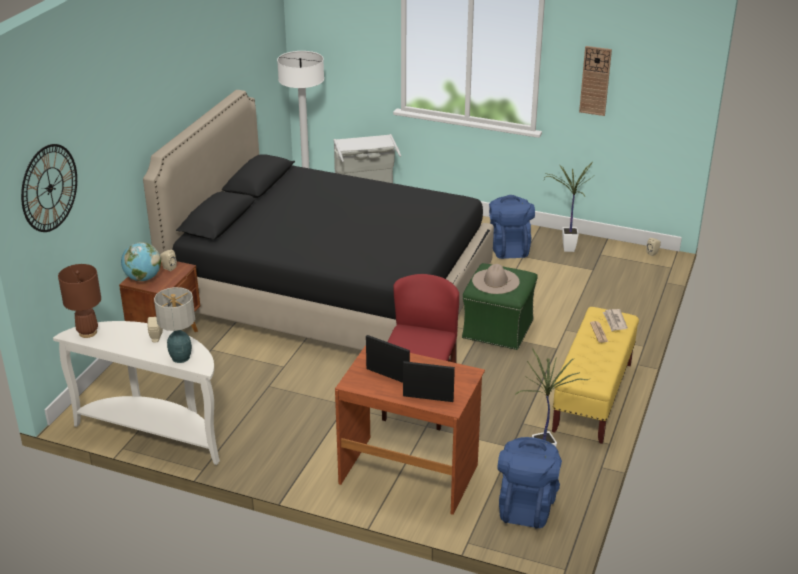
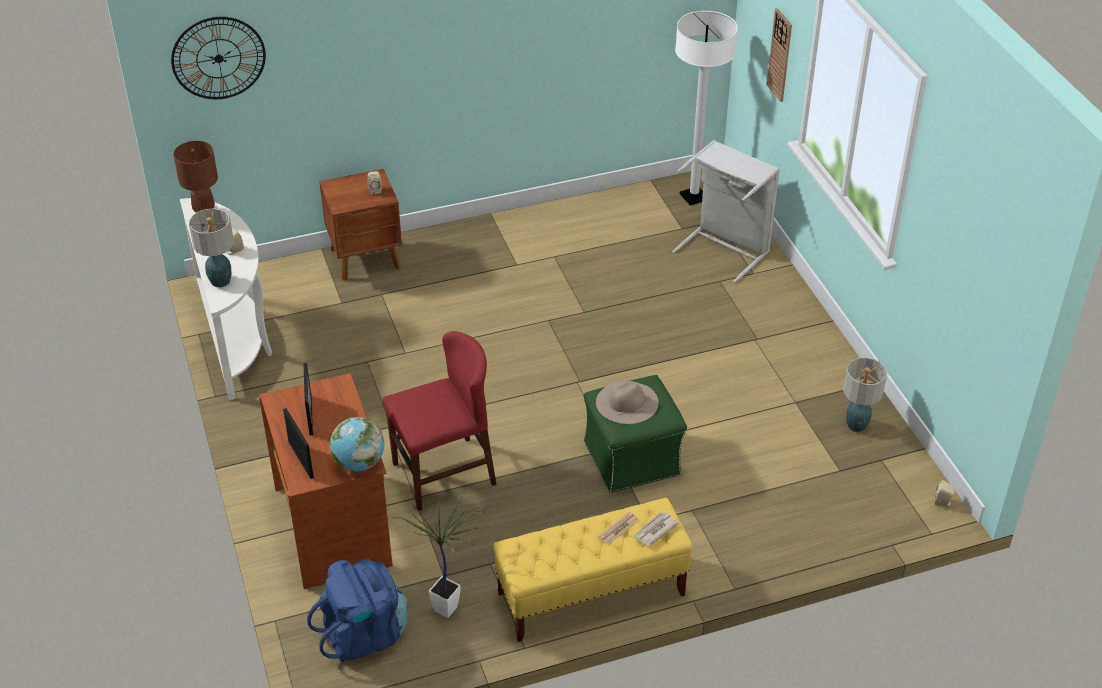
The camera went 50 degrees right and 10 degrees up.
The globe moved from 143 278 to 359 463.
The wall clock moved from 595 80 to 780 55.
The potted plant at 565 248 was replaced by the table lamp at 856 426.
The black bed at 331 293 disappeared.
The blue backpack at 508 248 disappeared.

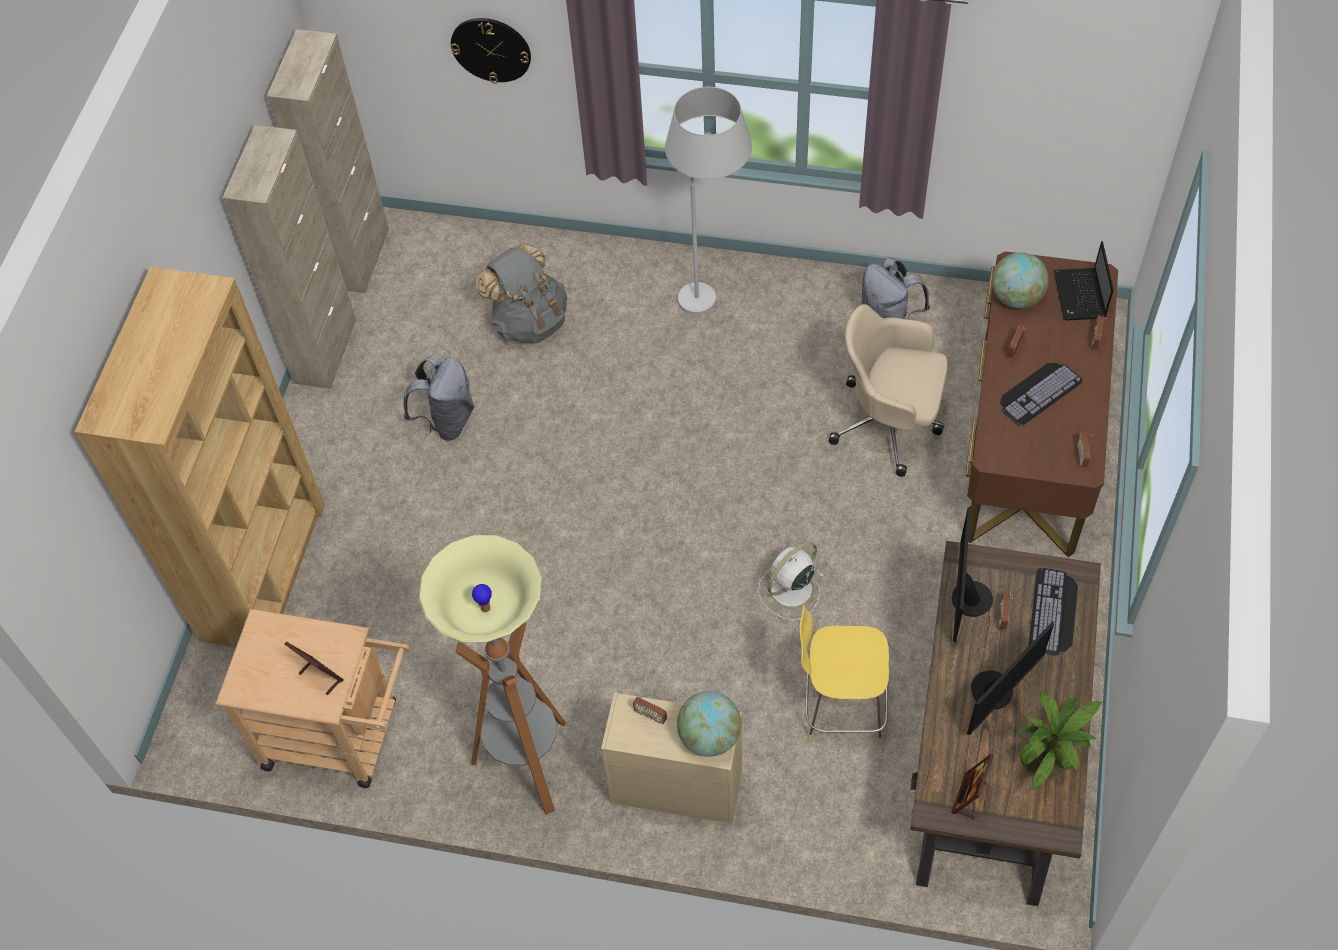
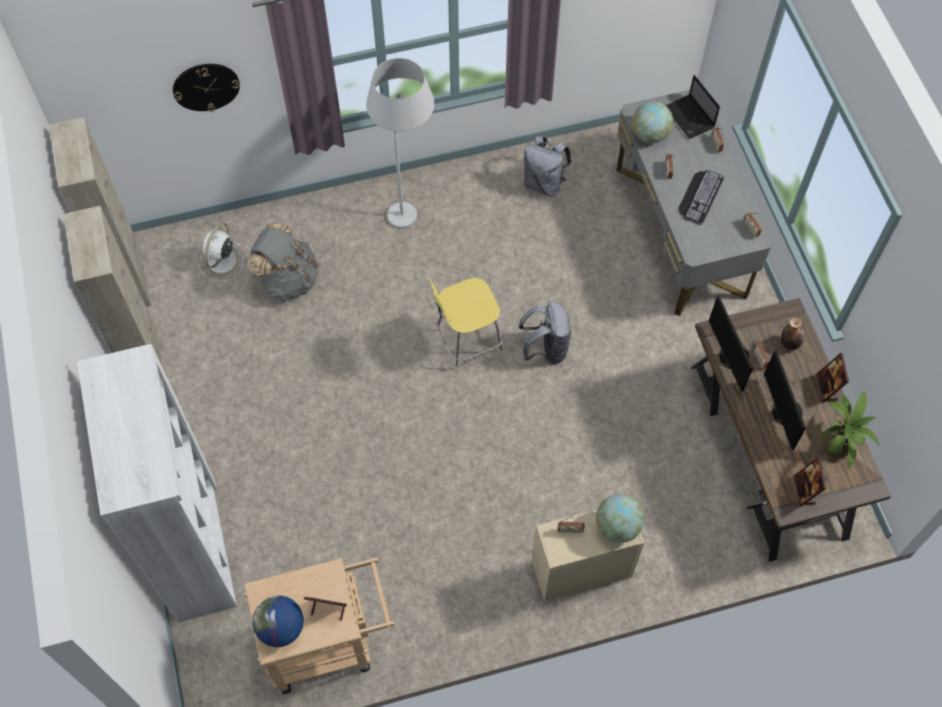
The camera went 30 degrees left and 5 degrees up.
The brown bookcase at 263 571 became the white bookcase at 196 548.
The white fan moved from 789 590 to 221 262.
The globe at 281 628 appeared.
The yellow stool moved from 841 707 to 466 342.
The grey backpack moved from 447 420 to 545 349.
The brown desk at 1028 443 became the grey desk at 680 231.
The monitor at 996 693 turned 150 degrees clockwise.
The keyboard at 1054 613 was replaced by the bottle at 789 343.
The picture frame at 827 387 appeared.
The floor lamp at 528 764 disappeared.
The beige office chair at 889 423 disappeared.

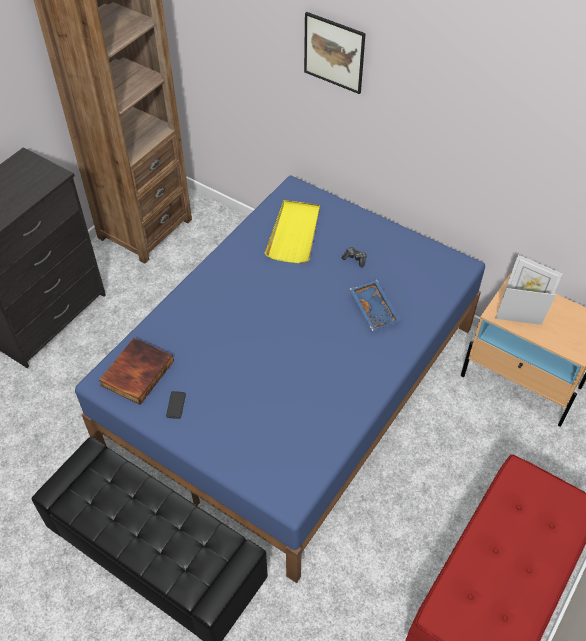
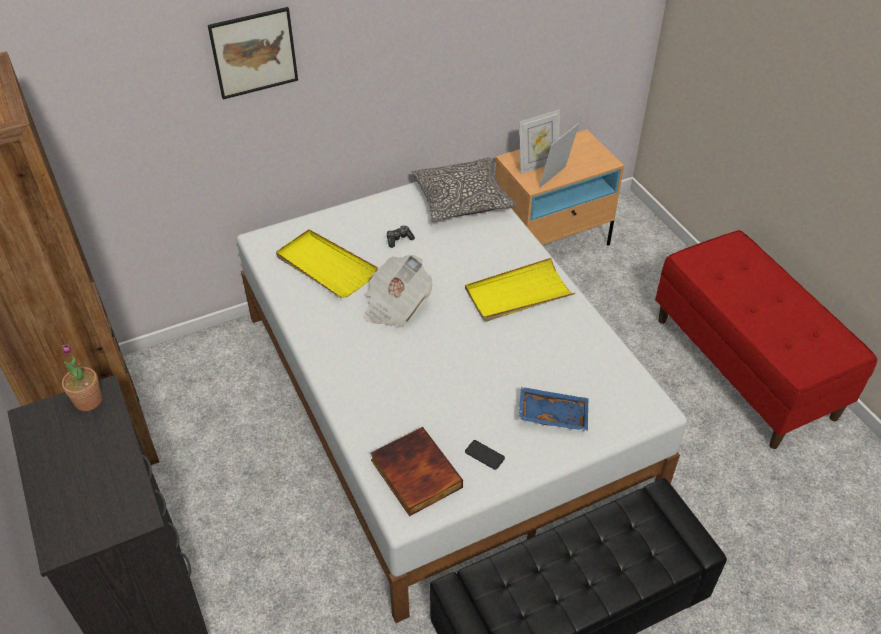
The camera went 60 degrees left and 5 degrees down.
The potted plant at 88 400 appeared.
The blue bed at 293 386 became the white bed at 441 401.
The newspaper at 395 305 appeared.
The pillow at 462 199 appeared.
The yellow tray at 518 294 appeared.
The blue tray moved from 375 309 to 553 414.

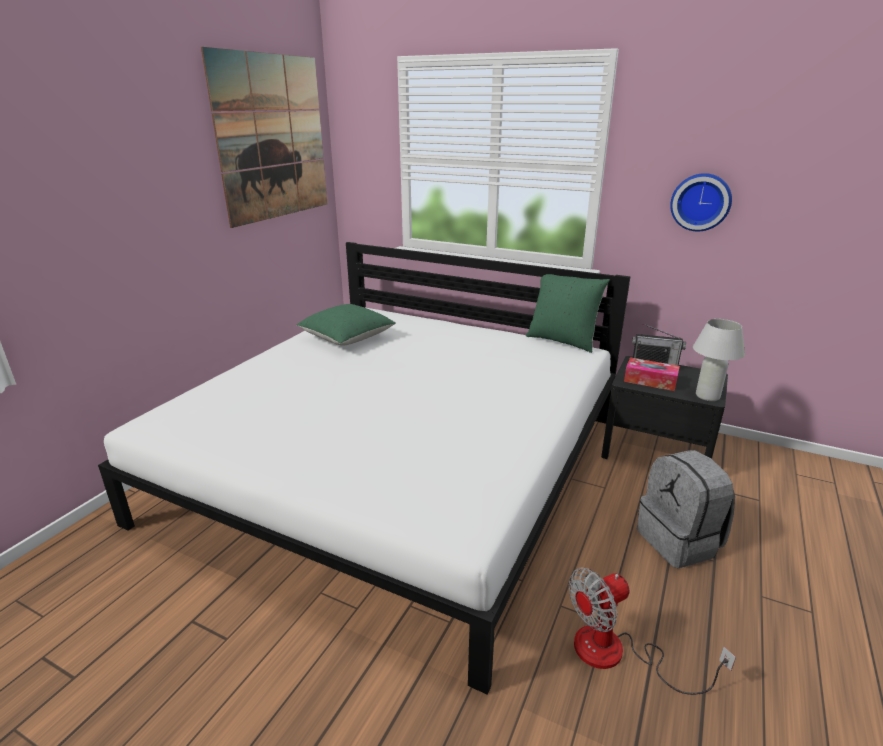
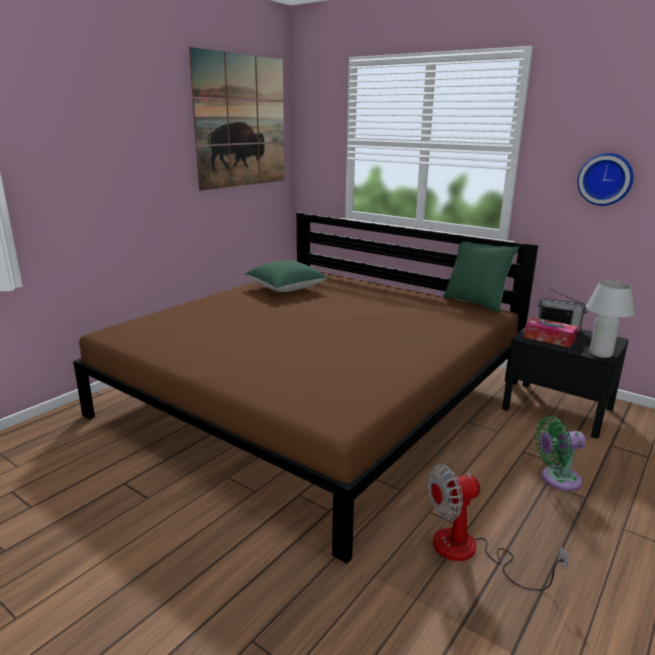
The camera went 10 degrees right and 5 degrees down.
The white bed at 398 466 became the brown bed at 315 397.
The grey backpack at 679 541 was replaced by the green fan at 556 479.

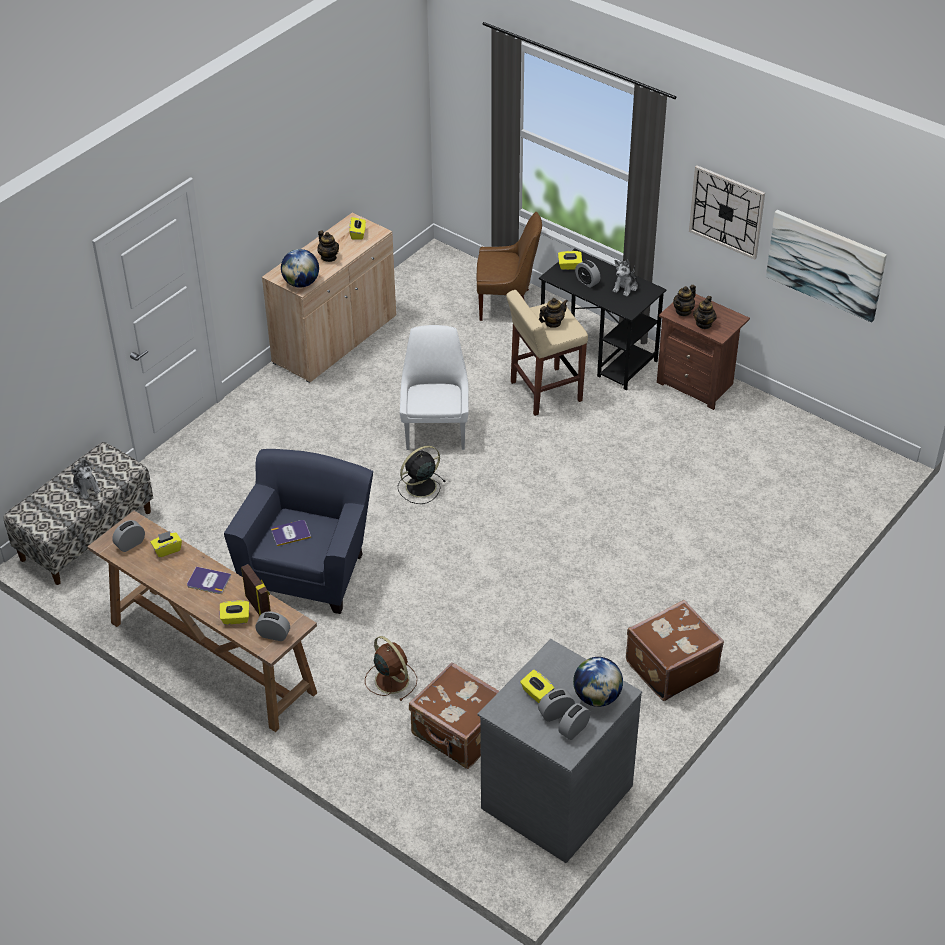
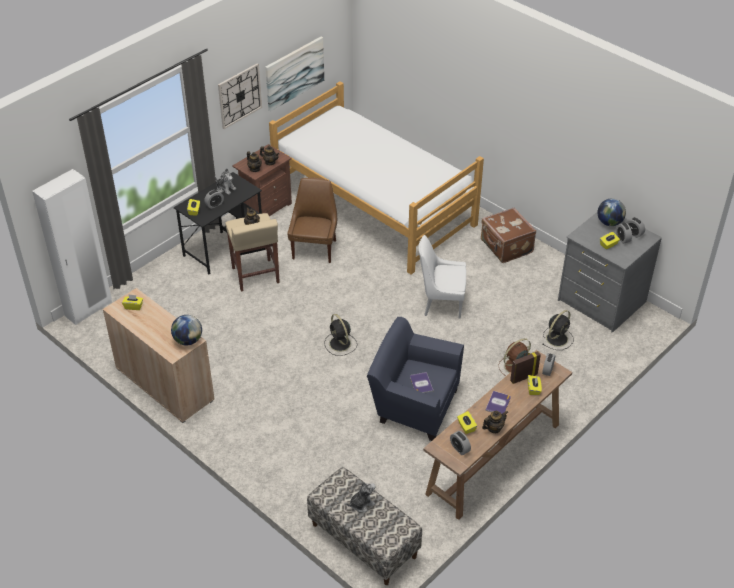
The camera went 85 degrees left and 0 degrees up.
The white wardrobe at 89 309 appeared.
The bed at 374 206 appeared.
The brown chair moved from 507 305 to 315 248.
The white chair moved from 436 430 to 441 303.
The teapot moved from 329 257 to 494 428.
The brown suitcase at 459 734 was replaced by the black fan at 557 338.

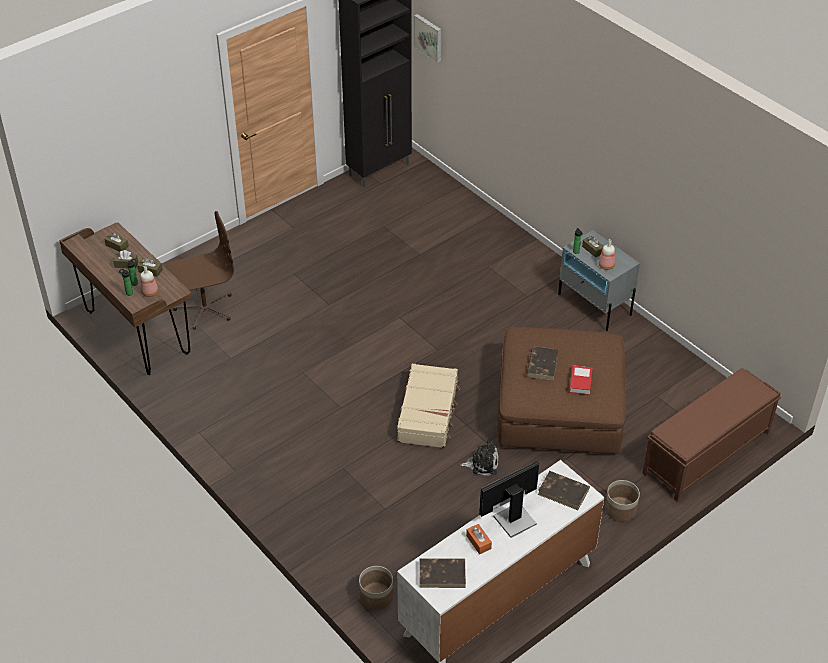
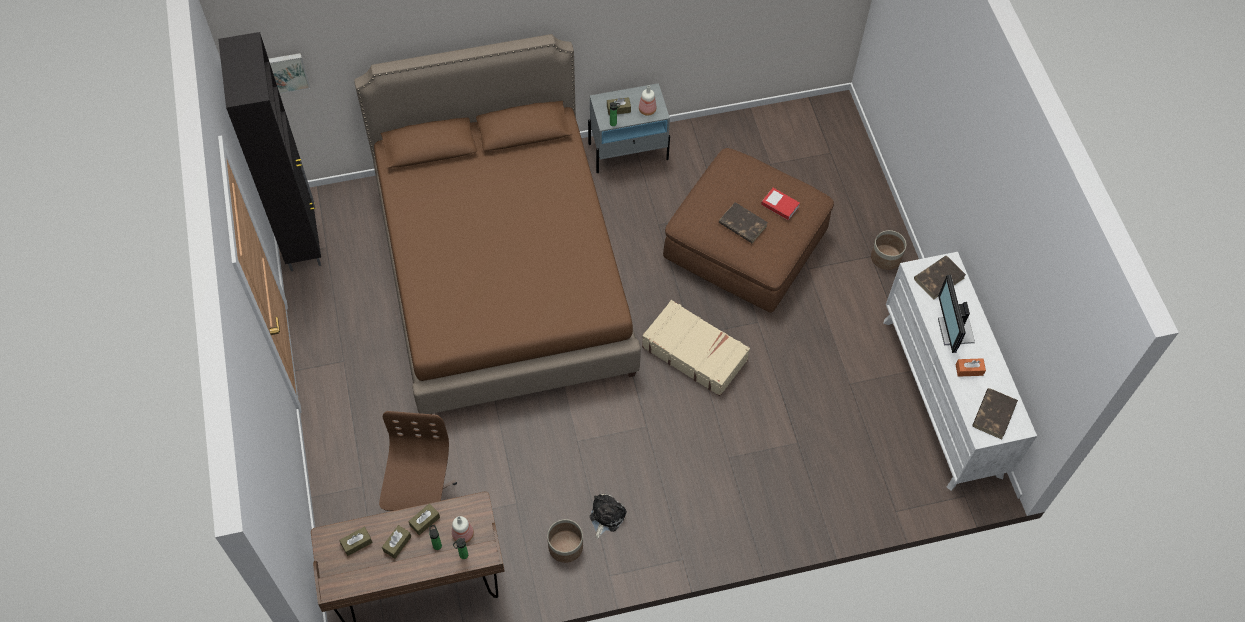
The camera went 65 degrees left and 15 degrees up.
The brown bed at 502 274 appeared.
The planter moved from 376 596 to 566 546.
The plush toy moved from 482 463 to 606 516.
The brown bench at 705 453 disappeared.

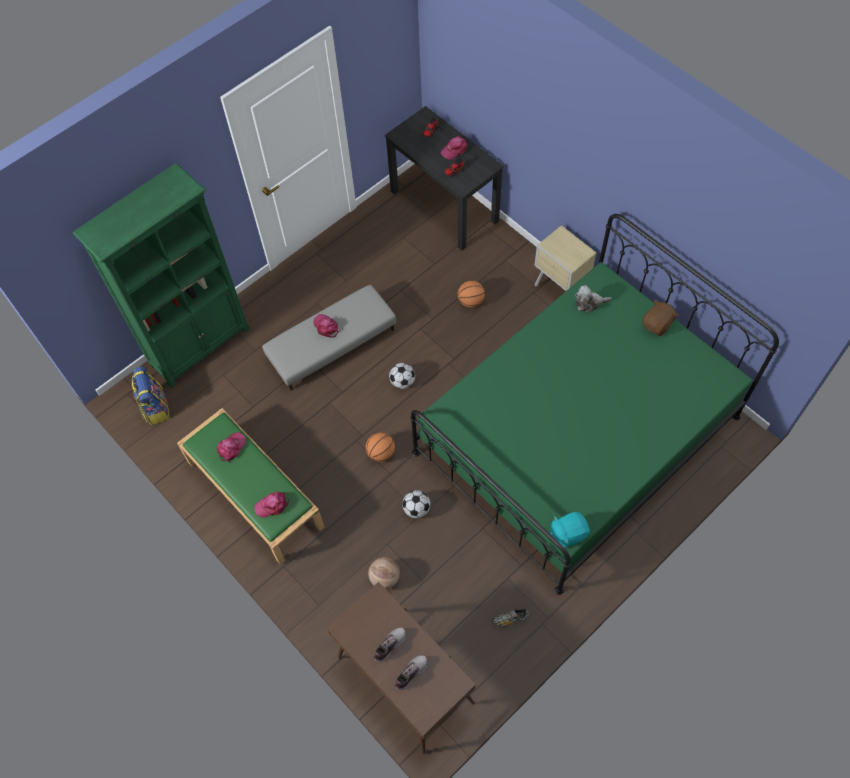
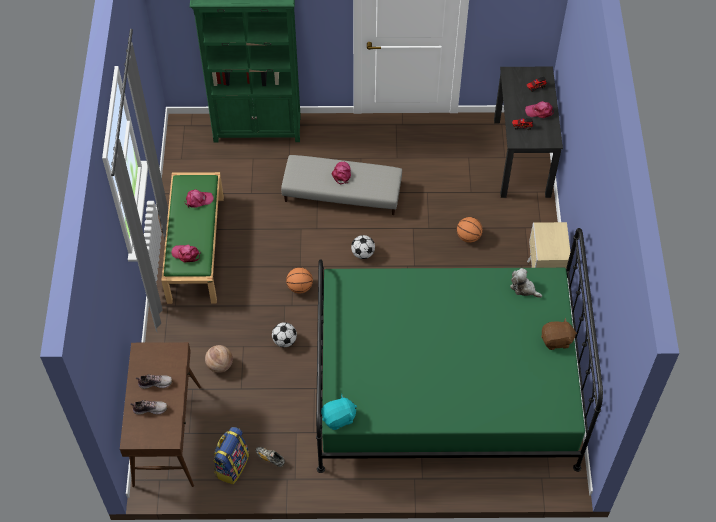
The camera went 40 degrees right and 5 degrees down.
The backpack moved from 155 407 to 231 465.
The turquoise plush toy at 567 534 turned 135 degrees clockwise.

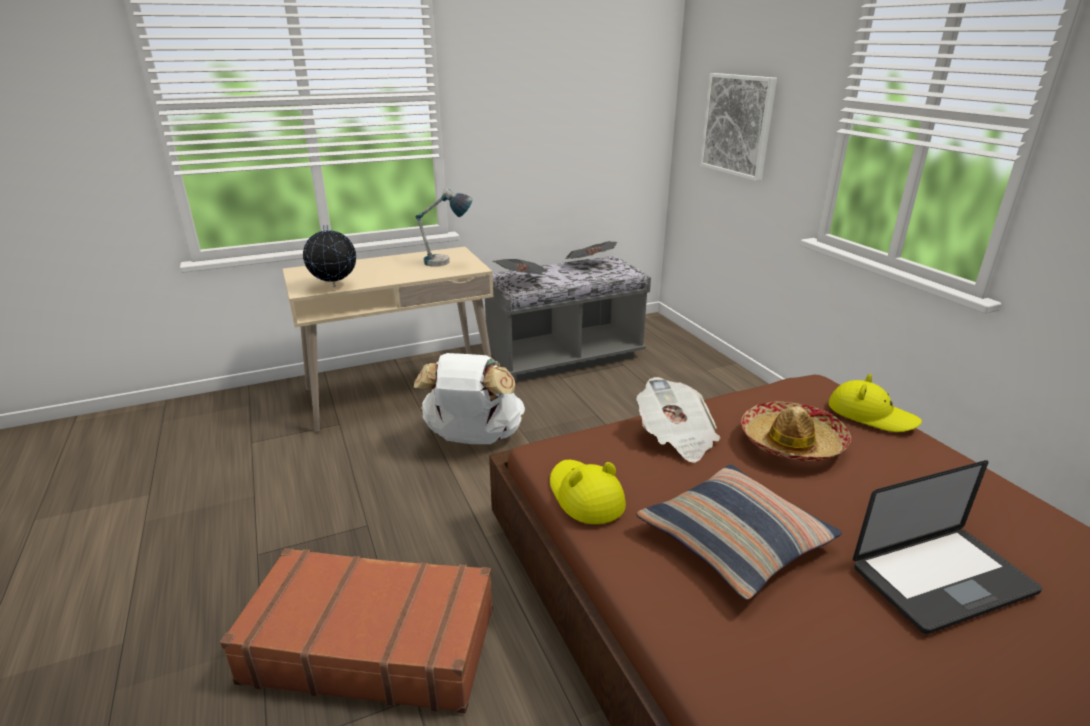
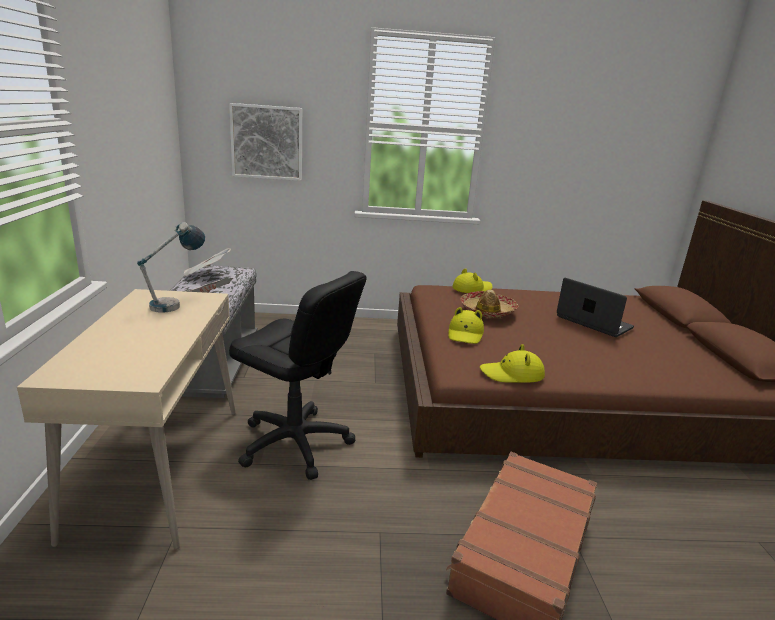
The camera went 70 degrees left and 5 degrees down.
The white backpack at 473 439 was replaced by the black office chair at 295 443.
The newspaper at 676 438 was replaced by the yellow hat at 465 334.
The laptop at 942 580 turned 45 degrees counterclockwise.
The globe at 334 287 disappeared.
The pillow at 734 540 disappeared.

